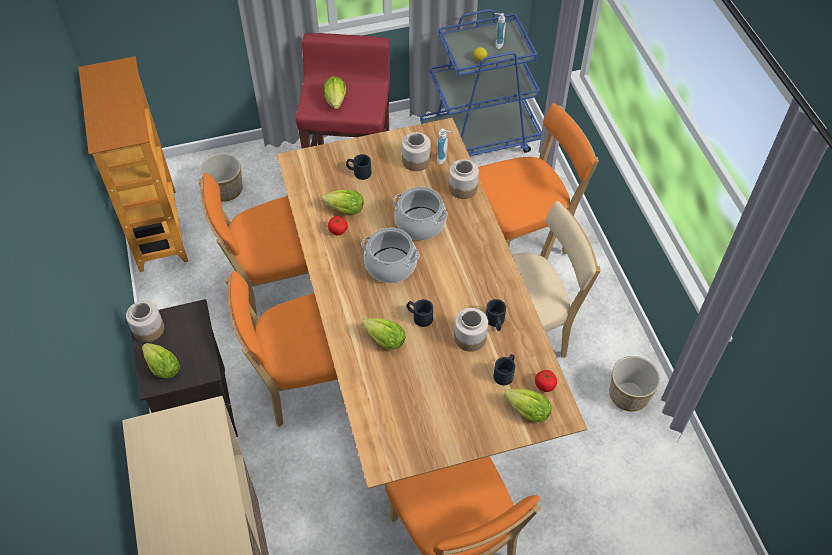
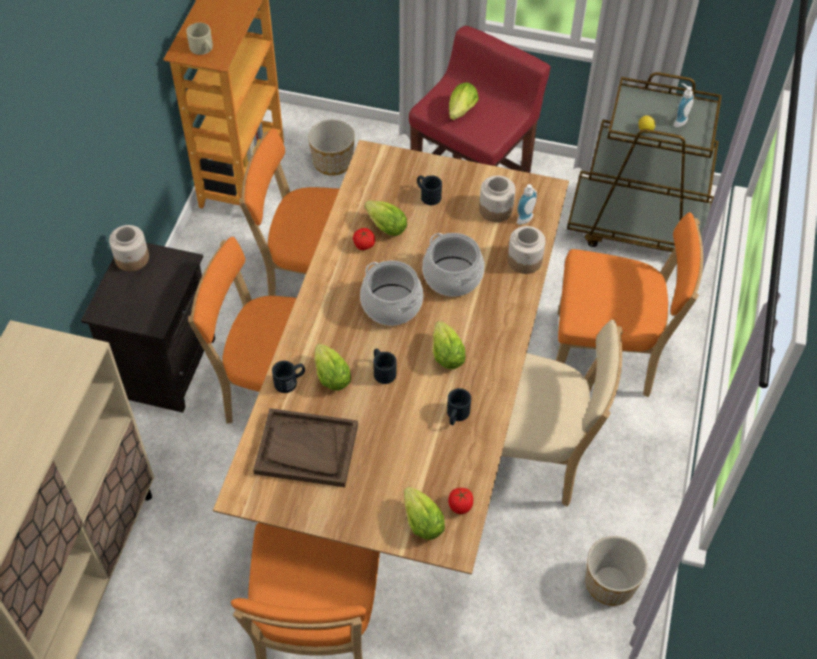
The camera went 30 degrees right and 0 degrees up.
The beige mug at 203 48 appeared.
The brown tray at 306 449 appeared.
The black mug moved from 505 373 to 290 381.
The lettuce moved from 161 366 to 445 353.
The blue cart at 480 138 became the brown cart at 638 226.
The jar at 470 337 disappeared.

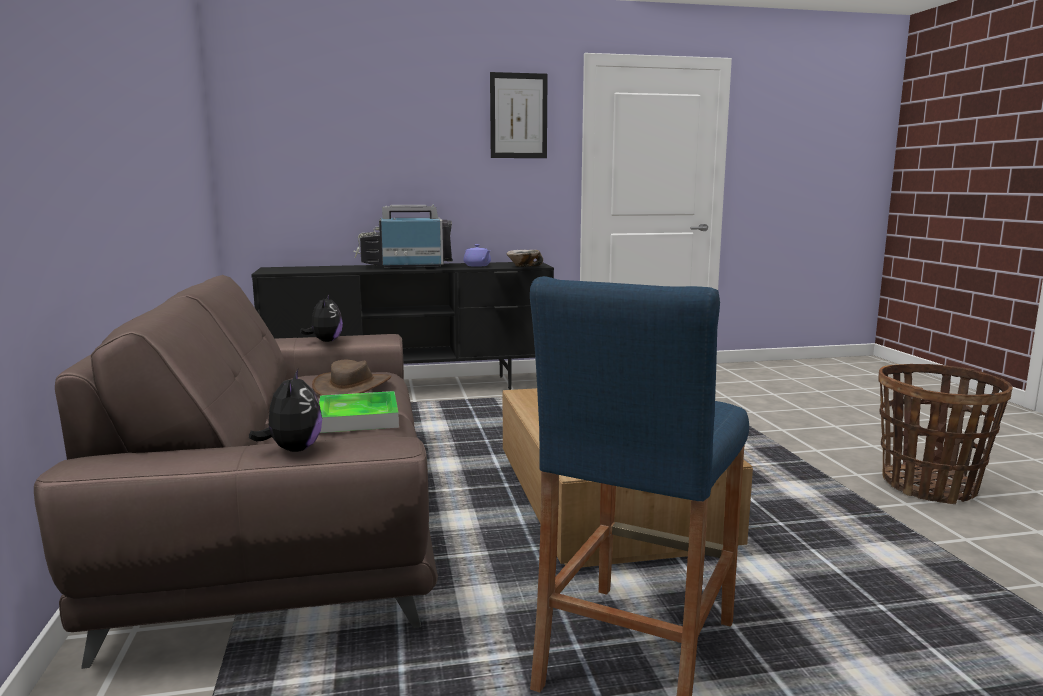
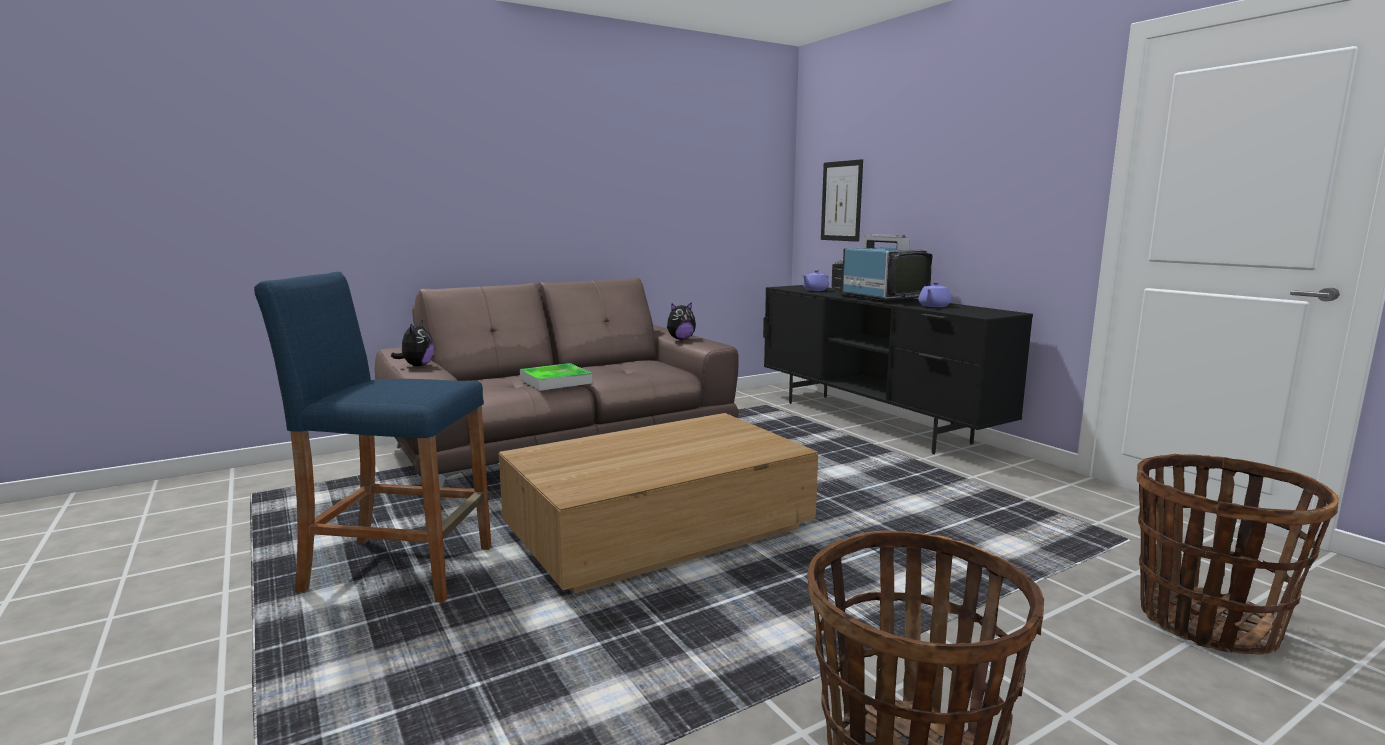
The camera went 70 degrees right and 0 degrees up.
The plush toy at 293 449 turned 60 degrees counterclockwise.
The purple teapot at 815 290 appeared.
The picture moved from 518 116 to 841 201.
The basket at 1206 622 appeared.
The brown hat at 353 386 disappeared.
The bowl at 523 266 disappeared.

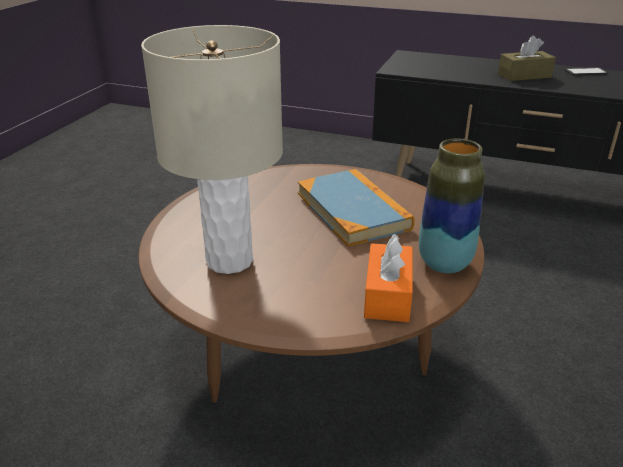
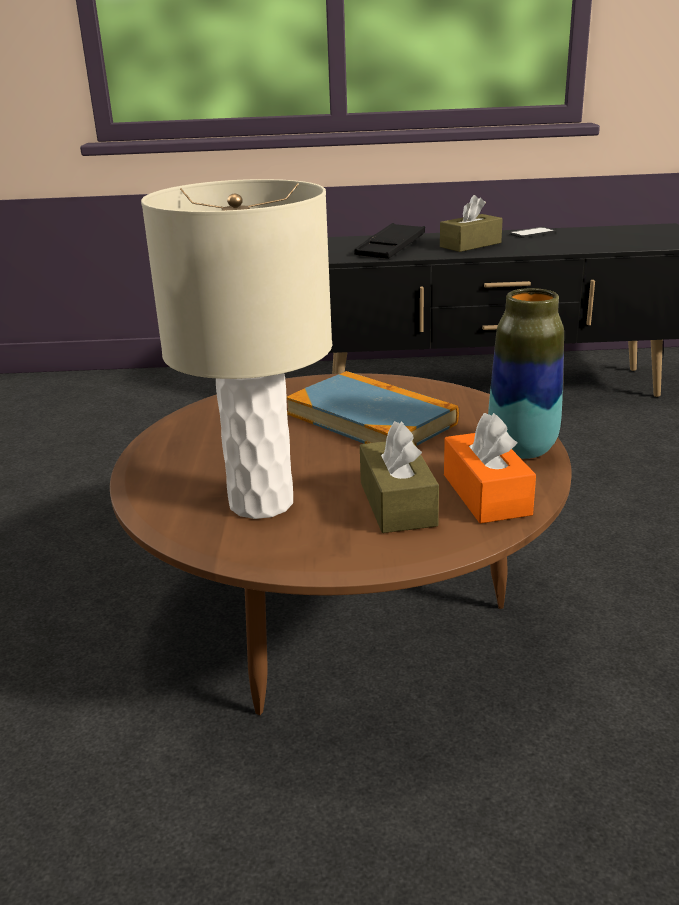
The camera went 20 degrees left and 5 degrees down.
The black tray at 390 248 appeared.
The brown tissue box at 397 503 appeared.

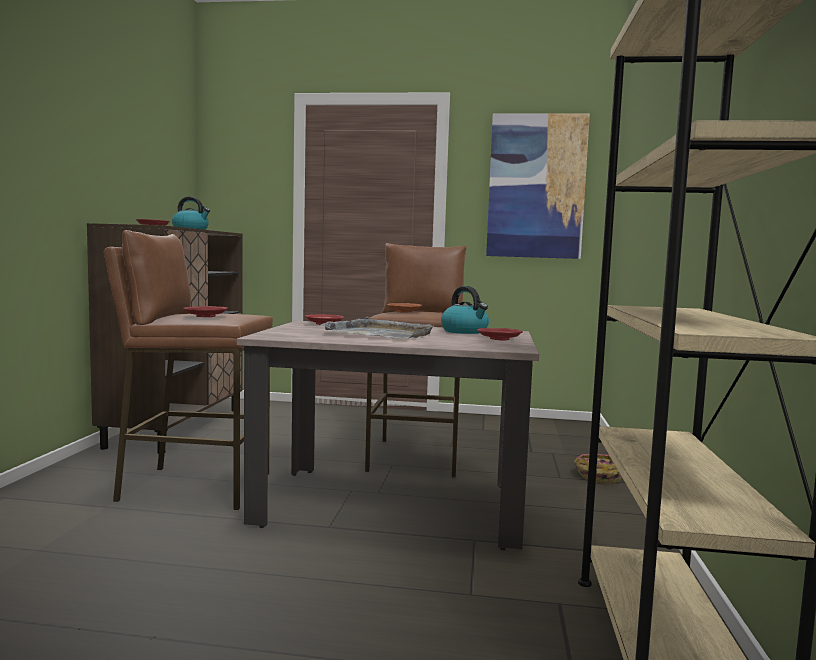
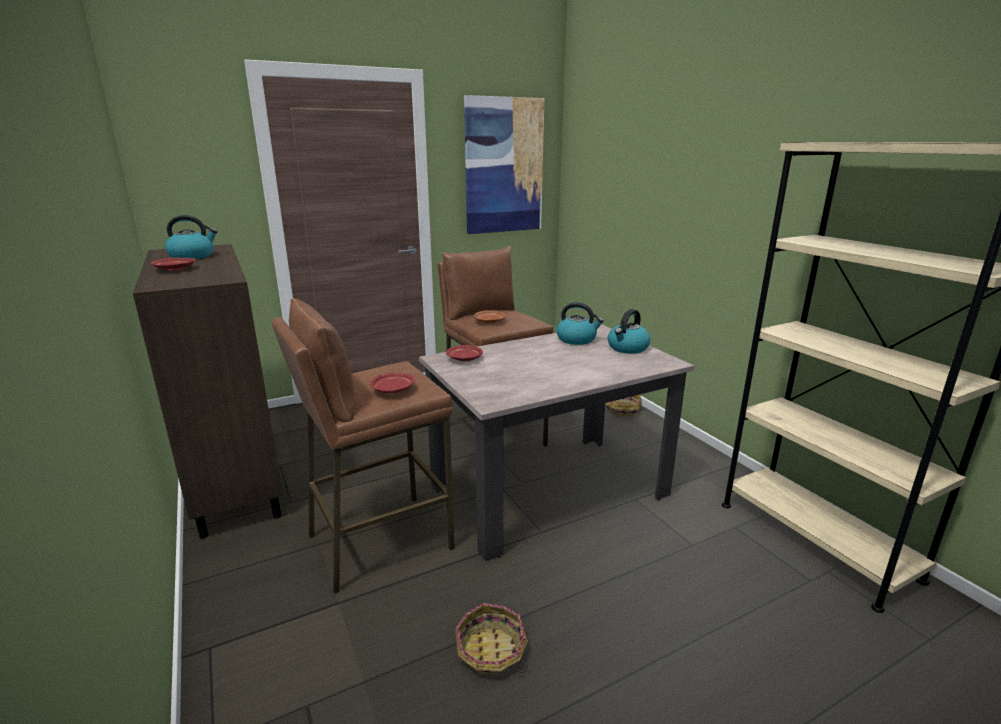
The camera went 35 degrees left and 15 degrees up.
The basket at 491 651 appeared.
The red plate at 500 339 was replaced by the kettle at 627 348.
The grey tray at 379 334 disappeared.

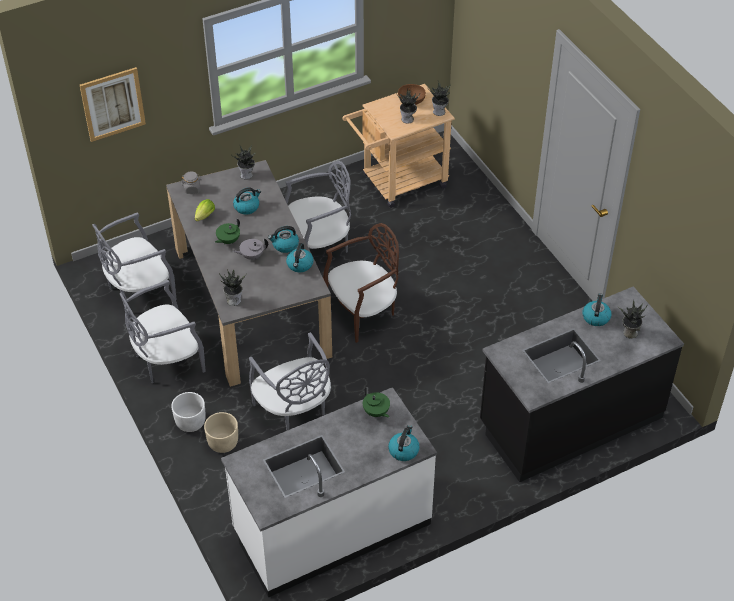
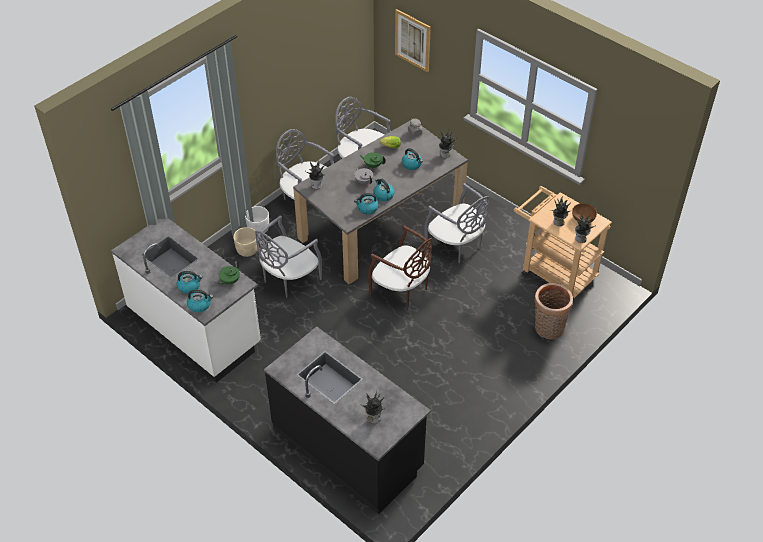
The camera went 70 degrees right and 0 degrees up.
The kettle moved from 596 317 to 189 286.
The basket at 548 330 appeared.

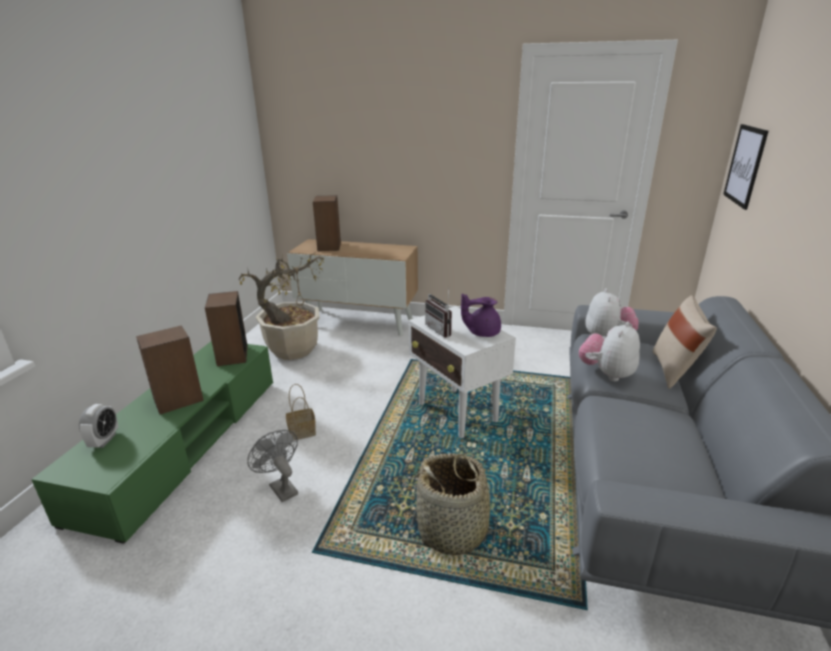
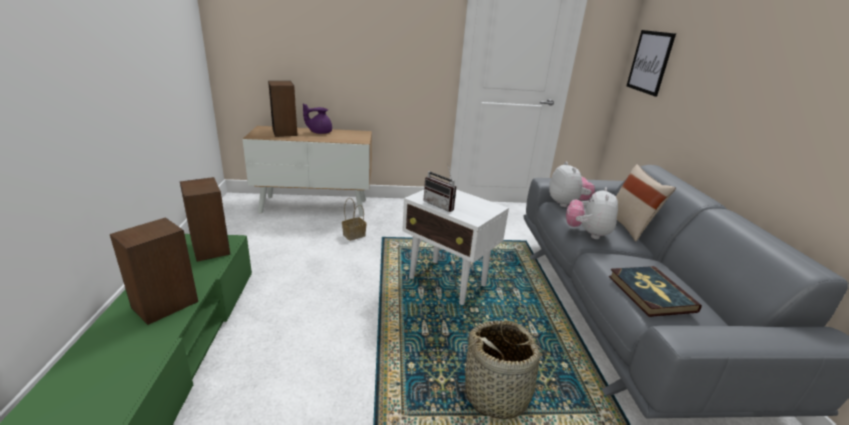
The camera went 20 degrees left and 0 degrees up.
The purple teapot moved from 482 332 to 319 132.
The basket moved from 303 431 to 354 235.
The book at 650 293 appeared.
The alarm clock at 104 440 disappeared.
The potted plant at 293 350 disappeared.
The grey fan at 280 487 disappeared.

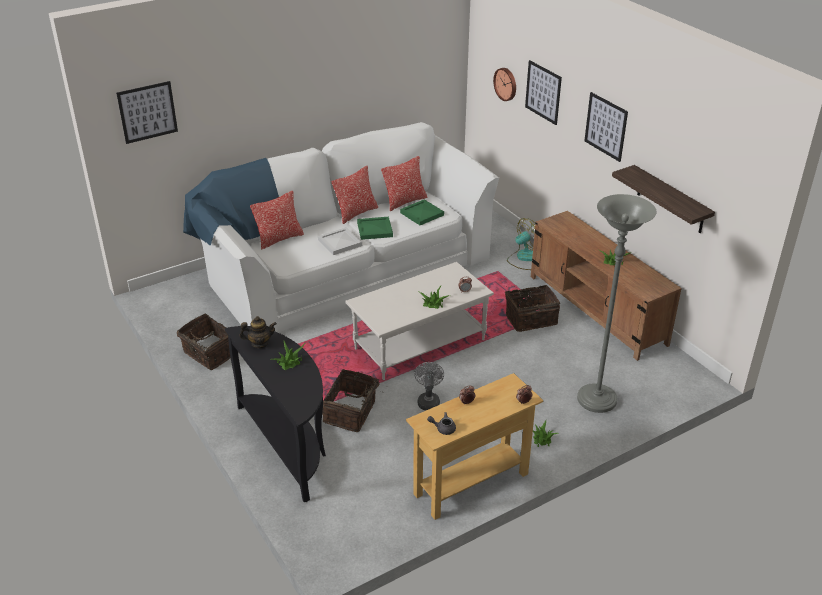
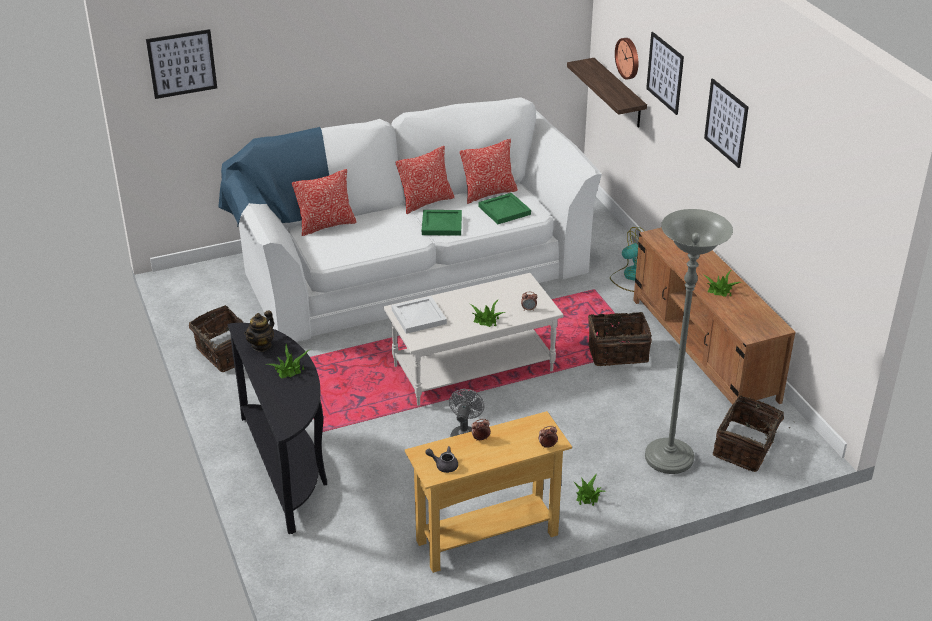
The camera went 10 degrees right and 0 degrees up.
The teapot at 259 343 turned 120 degrees clockwise.
The white tray moved from 340 242 to 419 316.
The shelf moved from 670 200 to 618 94.
The basket moved from 351 412 to 746 448.

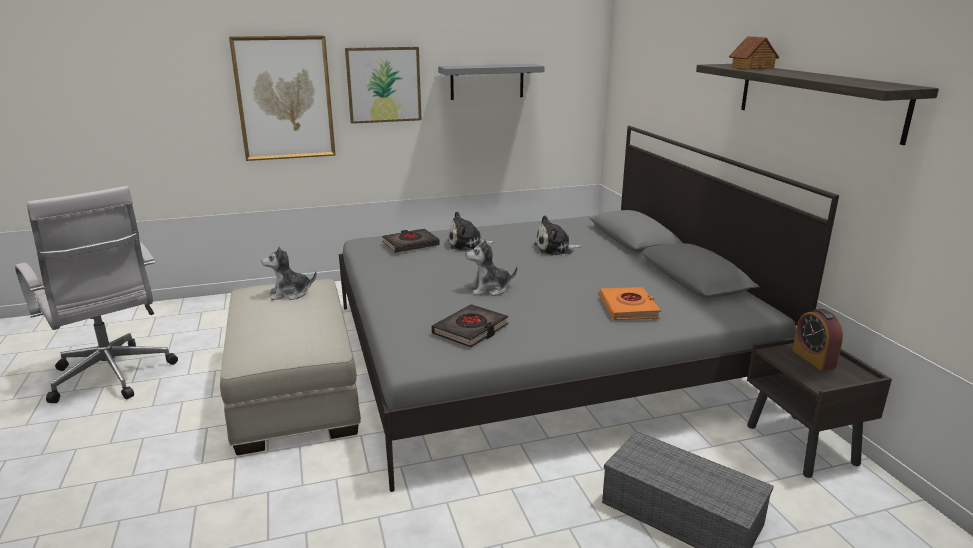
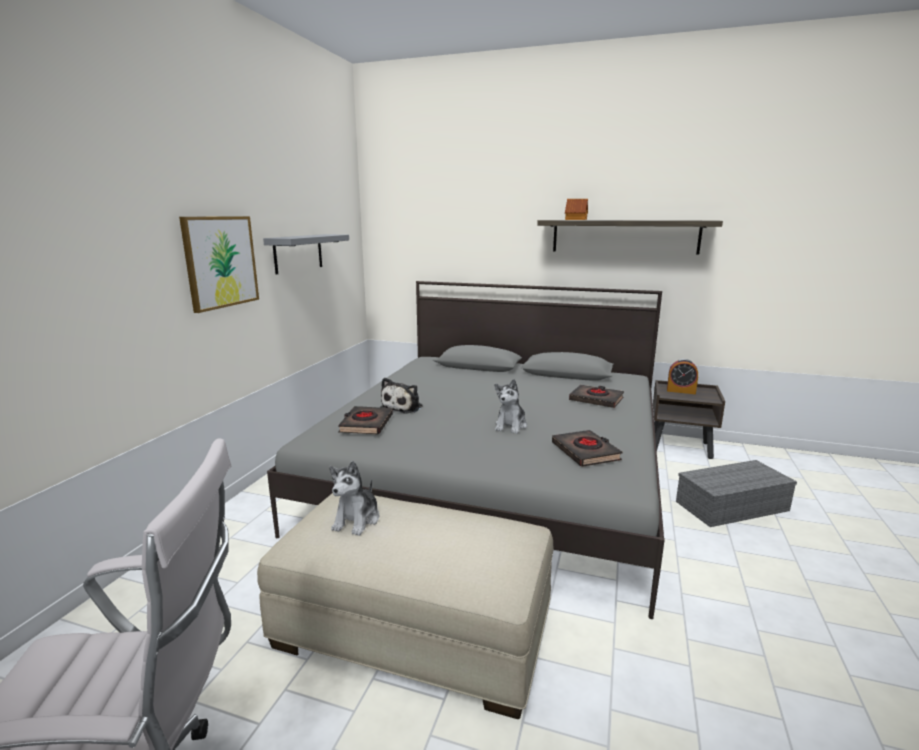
The camera went 55 degrees left and 5 degrees down.
The orange book at 629 308 became the black book at 596 399.
The picture at 284 98 disappeared.
The plush toy at 555 249 disappeared.

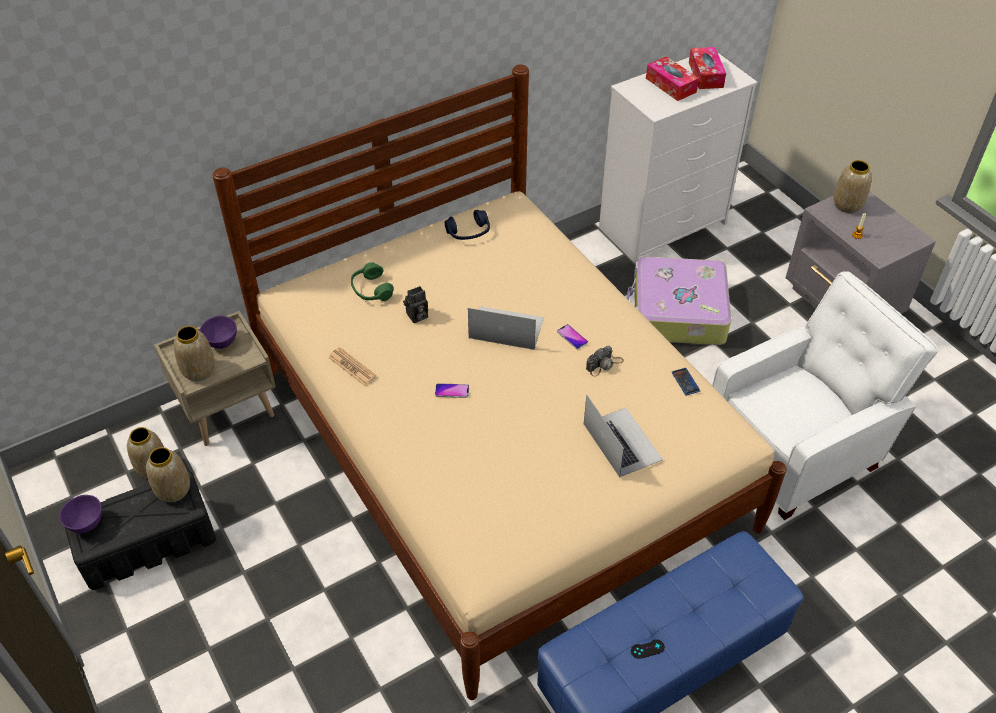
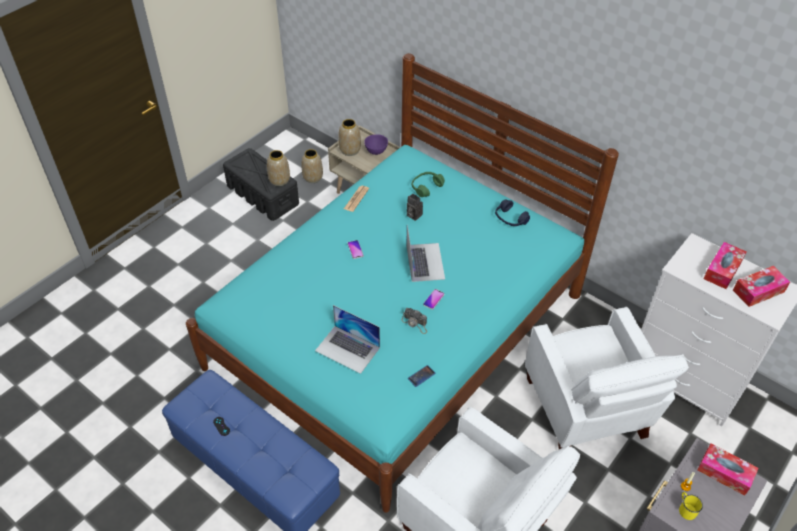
The camera went 70 degrees right and 0 degrees up.
The beige bed at 498 446 became the turquoise bed at 397 330.
The laptop at 622 441 turned 75 degrees clockwise.
The suitcase at 677 313 was replaced by the white armchair at 587 411.
The yellow mug at 686 509 appeared.
The vase at 847 205 was replaced by the tissue box at 725 473.
The purple bowl at 87 523 disappeared.

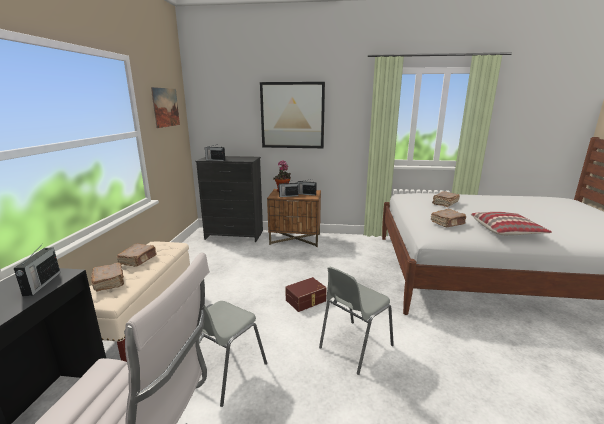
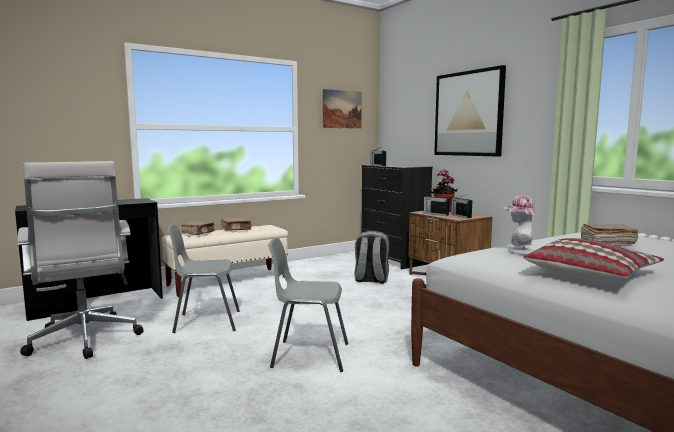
The camera went 50 degrees right and 10 degrees down.
The grey backpack at 371 280 appeared.
The brown book at 447 223 was replaced by the hat at 519 251.
The radio at 41 284 disappeared.
The brown storage box at 306 301 disappeared.

